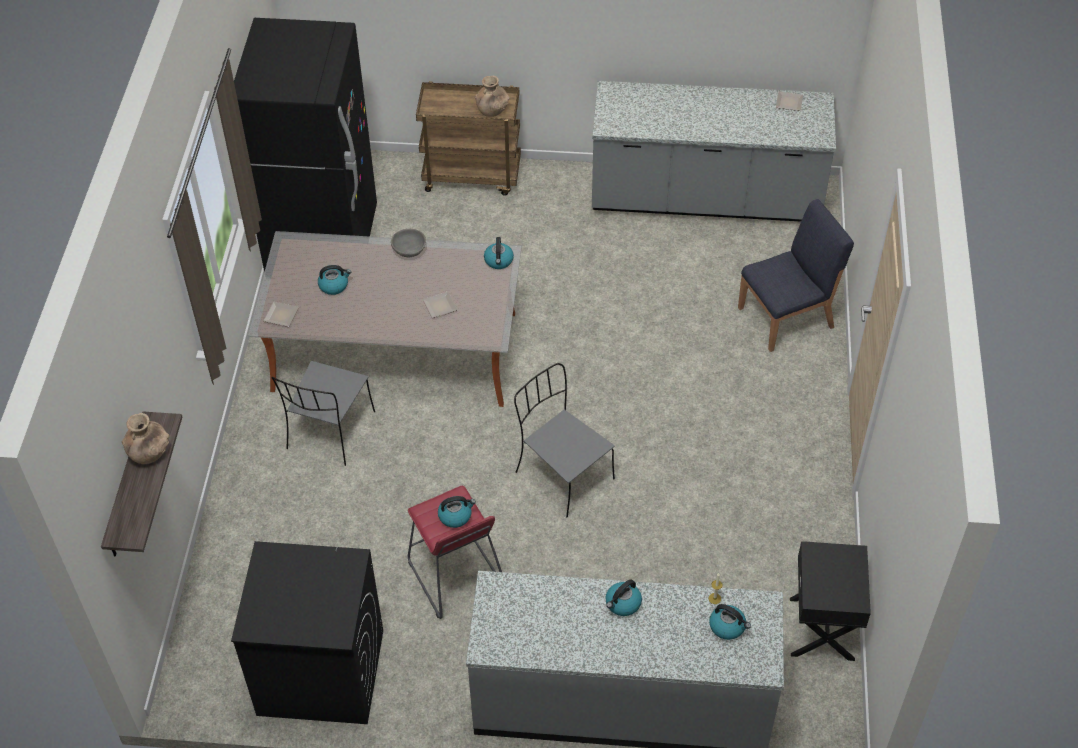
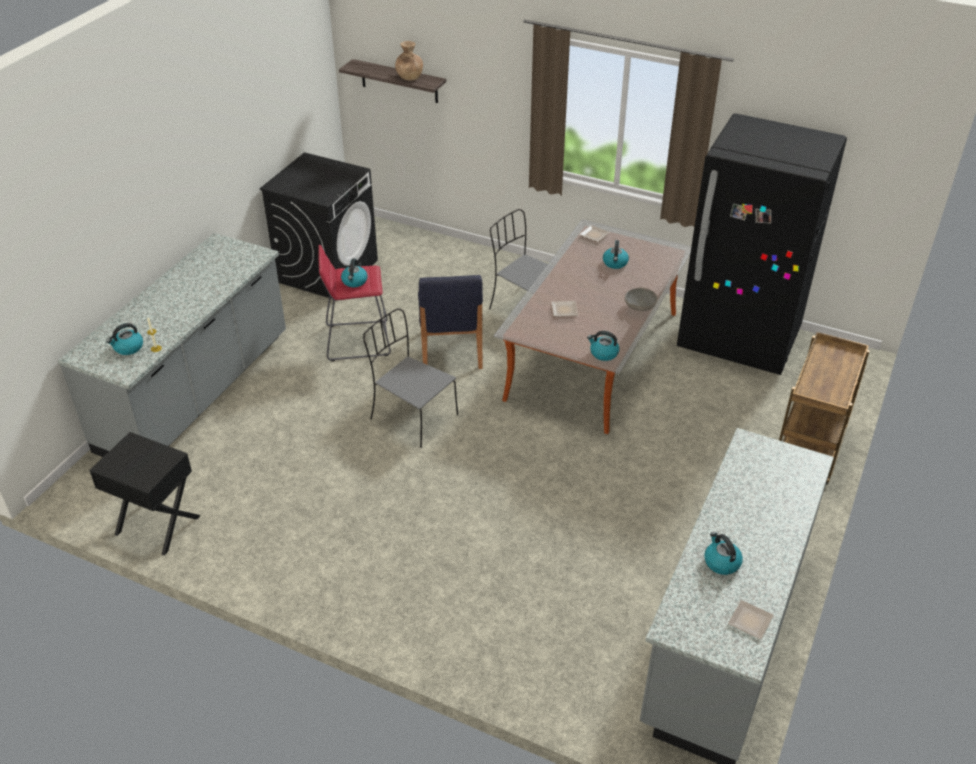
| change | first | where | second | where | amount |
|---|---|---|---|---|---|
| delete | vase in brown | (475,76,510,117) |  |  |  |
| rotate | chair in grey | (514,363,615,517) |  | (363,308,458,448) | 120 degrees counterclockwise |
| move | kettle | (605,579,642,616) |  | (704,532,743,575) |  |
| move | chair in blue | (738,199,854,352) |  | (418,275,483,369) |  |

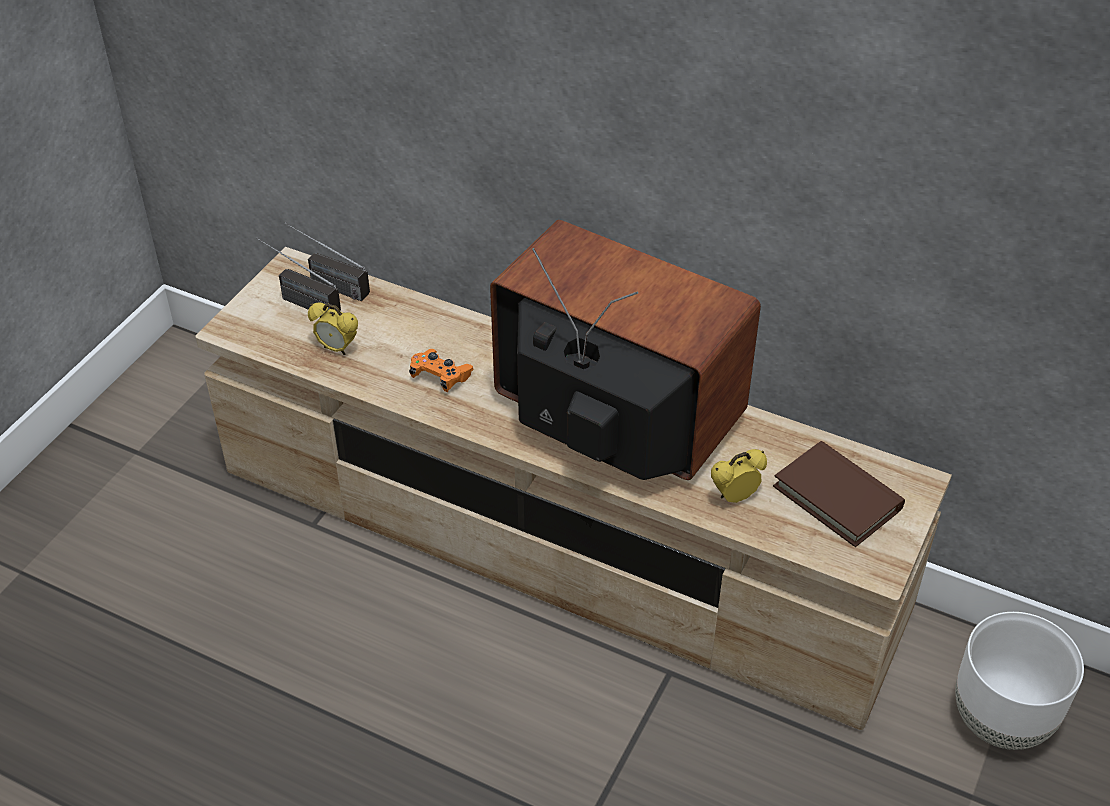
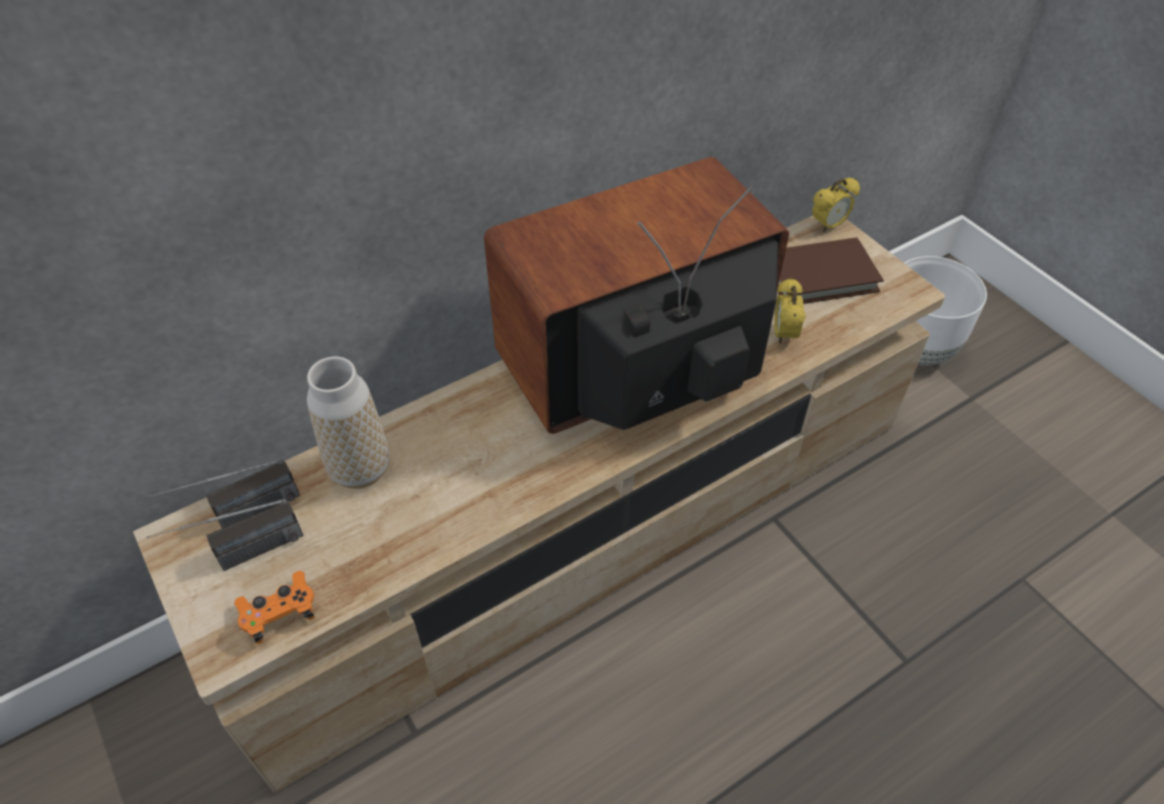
| change | first | where | second | where | amount |
|---|---|---|---|---|---|
| move | alarm clock | (308,303,358,355) |  | (812,178,860,232) |  |
| move | game controller in orange | (409,349,474,392) |  | (234,571,315,644) |  |
| insert |  |  | vase | (307,356,389,489) |  |

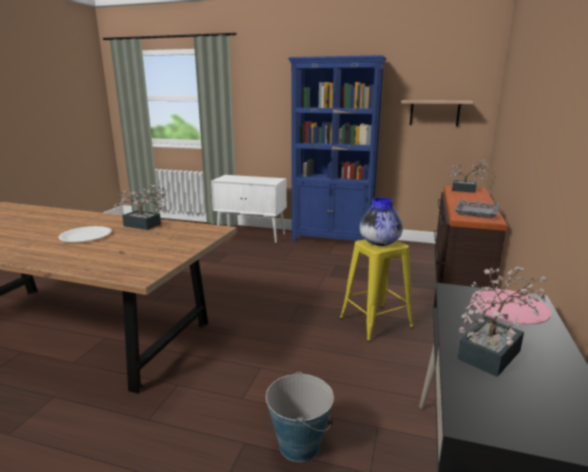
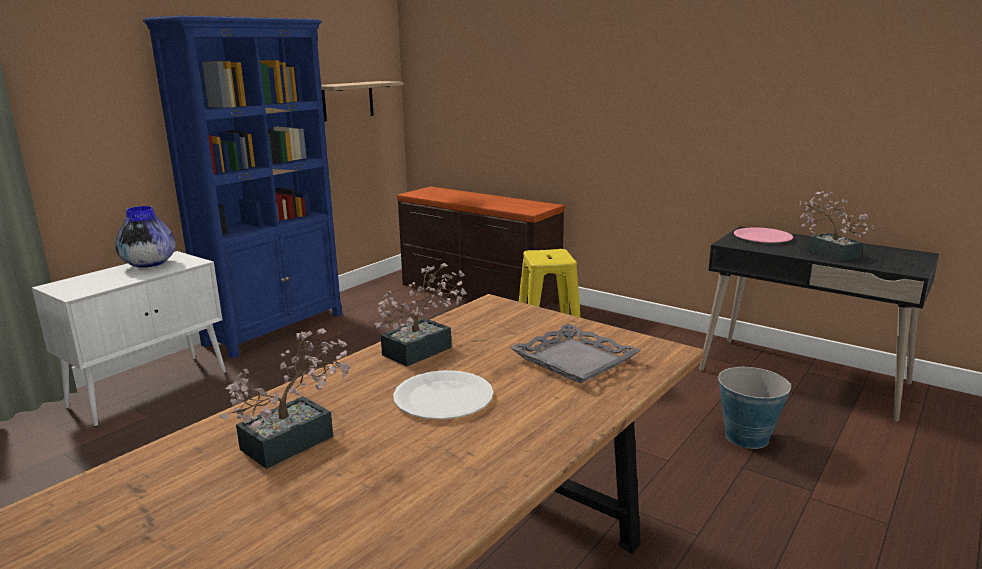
| change | first | where | second | where | amount |
|---|---|---|---|---|---|
| move | vase | (359,197,403,246) |  | (115,206,176,268) |  |
| move | potted plant | (447,160,489,193) |  | (220,328,352,469) |  |
| move | tray in grey | (454,200,500,218) |  | (510,323,641,383) |  |

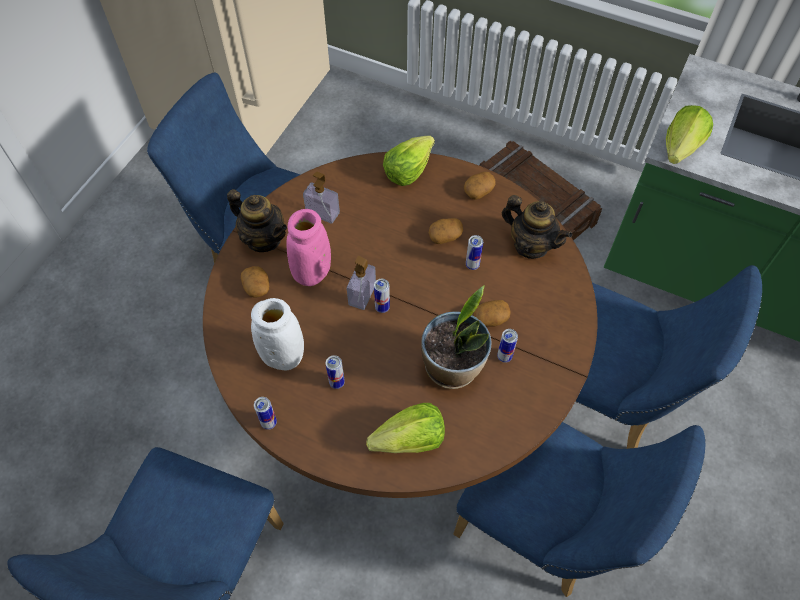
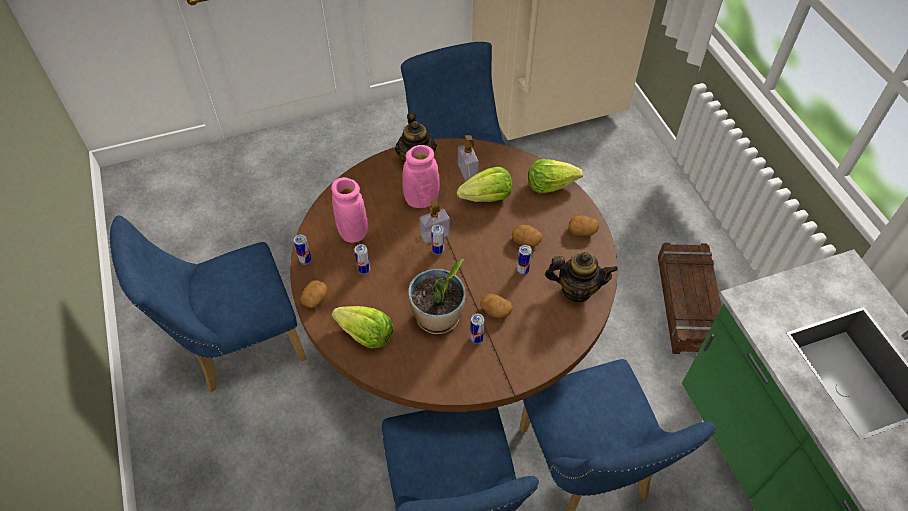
| change | first | where | second | where | amount |
|---|---|---|---|---|---|
| move | potato | (241,266,269,298) |  | (301,280,328,308) |  |
| recolor | vase in white | (251,298,304,371) | vase in pink | (331,177,368,243) |  |
| rotate | teapot | (502,195,573,259) |  | (545,252,618,302) | 75 degrees counterclockwise |
| move | lettuce | (666,105,713,164) |  | (457,167,512,202) |  |

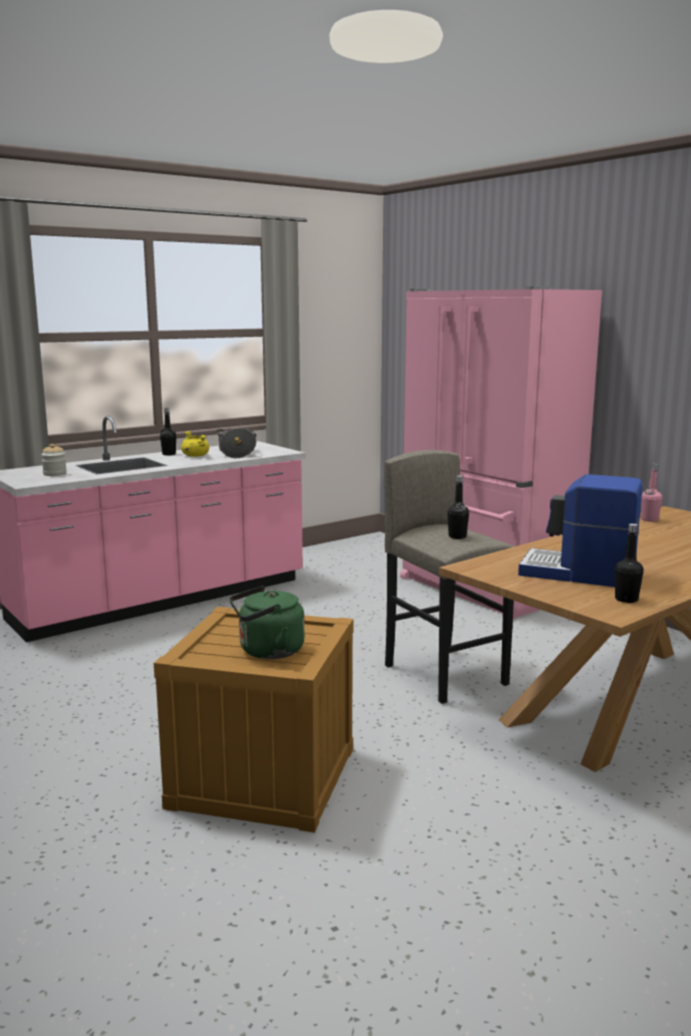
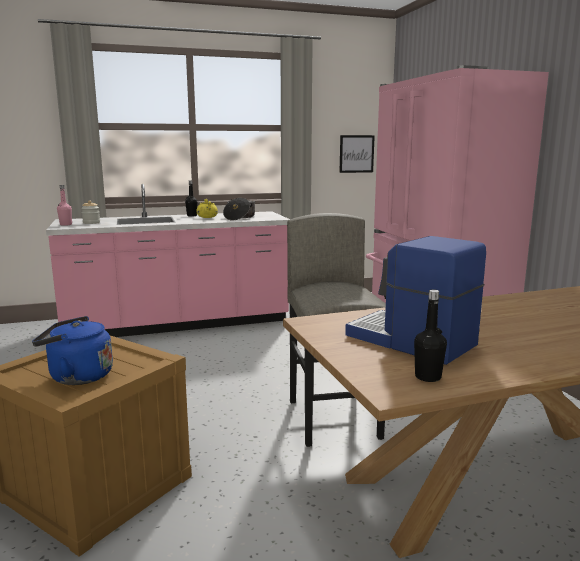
| change | first | where | second | where | amount |
|---|---|---|---|---|---|
| recolor | kettle in green | (230,586,305,659) | kettle in blue | (32,316,113,385) |  |
| delete | bottle in black | (447,475,469,539) |  |  |  |
| move | bottle in pink | (641,464,662,522) |  | (57,185,72,226) |  |
| insert |  |  | picture | (339,135,375,173) |  |

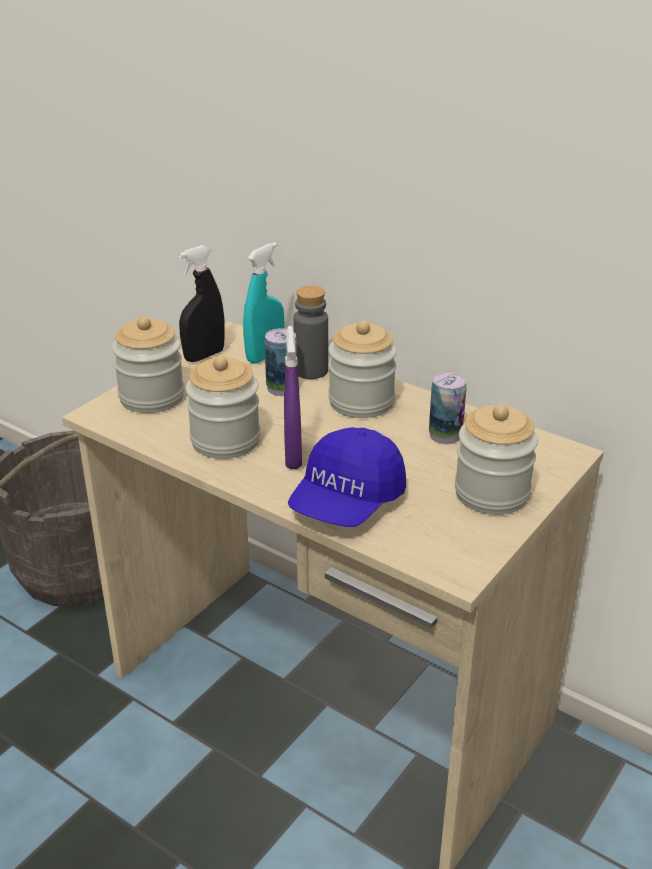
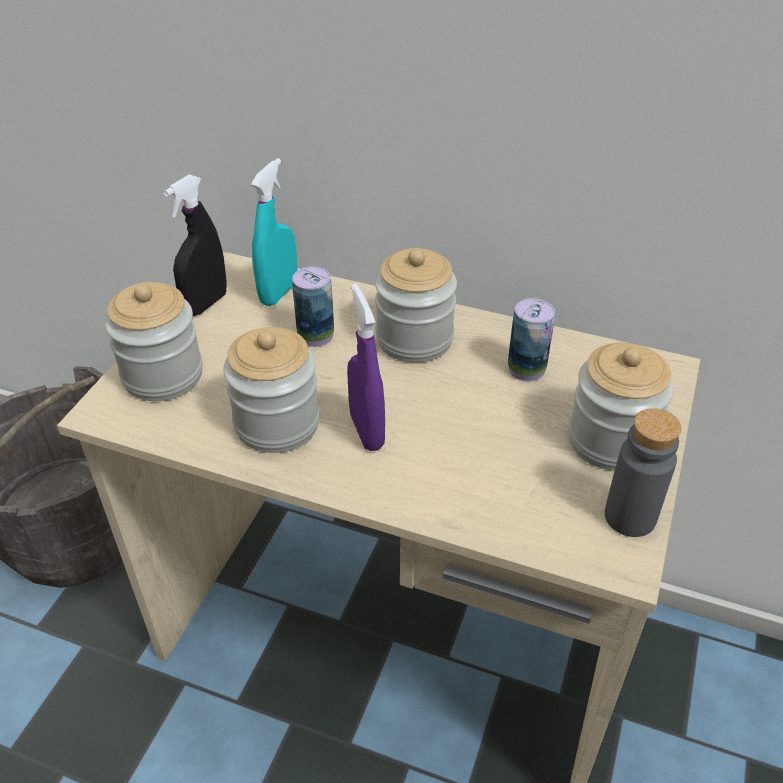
| change | first | where | second | where | amount |
|---|---|---|---|---|---|
| delete | cap in blue | (288,427,406,527) |  |  |  |
| move | bottle in grey | (293,286,328,379) |  | (605,408,682,537) |  |

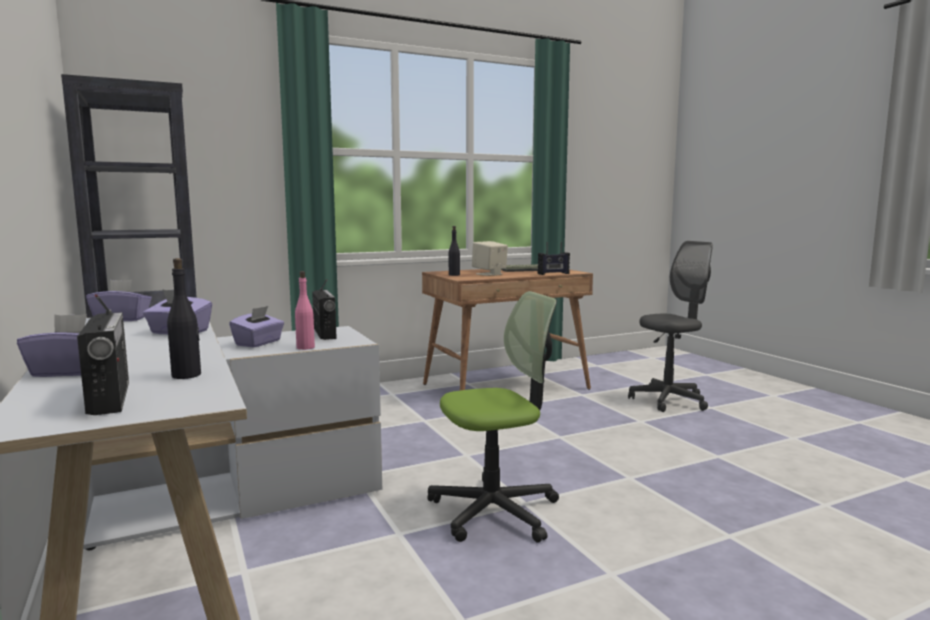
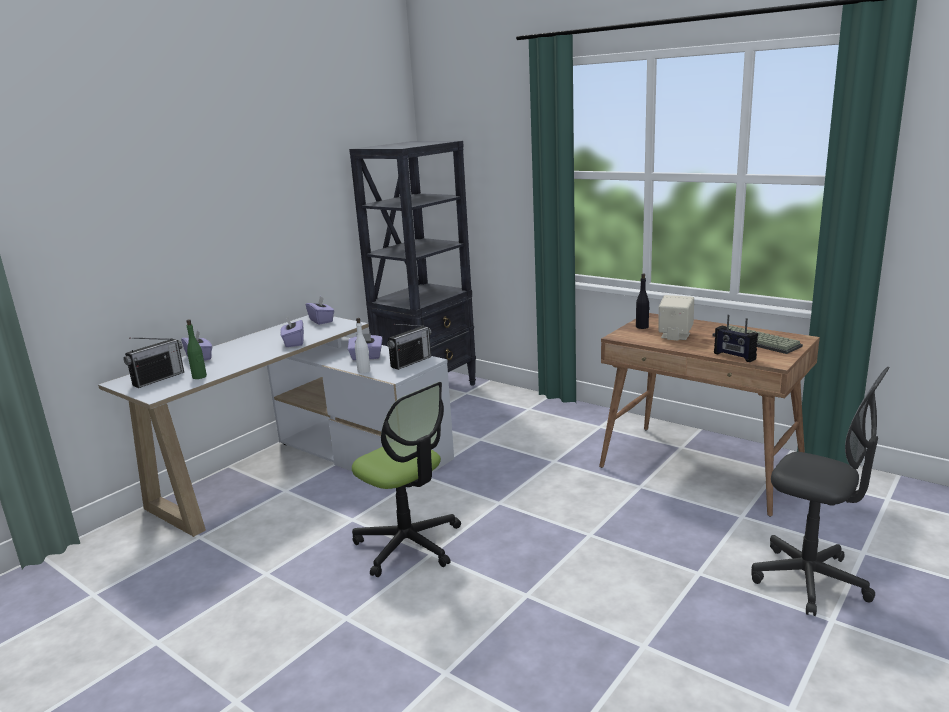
| change | first | where | second | where | amount |
|---|---|---|---|---|---|
| recolor | bottle in black | (167,258,201,379) | bottle in green | (186,319,207,379) |  |
| recolor | bottle in pink | (295,271,315,350) | bottle in white | (355,318,370,373) |  |

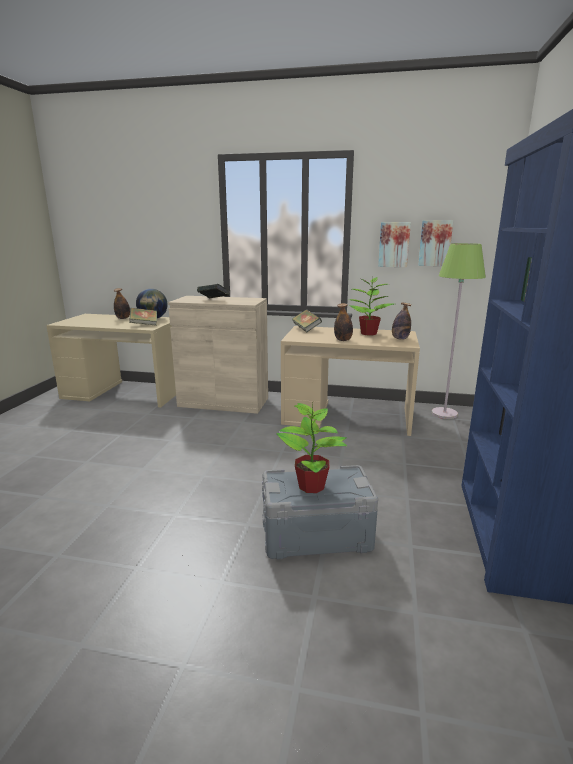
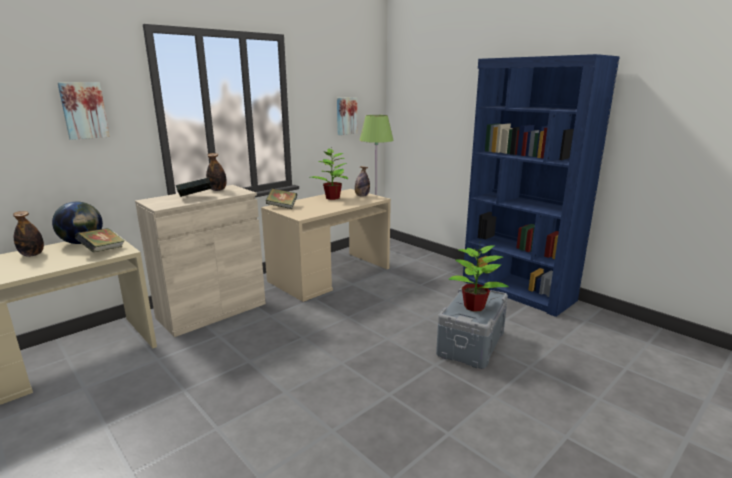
| change | first | where | second | where | amount |
|---|---|---|---|---|---|
| move | bottle | (334,303,353,341) |  | (206,153,227,191) |  |
| move | picture | (378,222,411,267) |  | (57,82,110,140) |  |

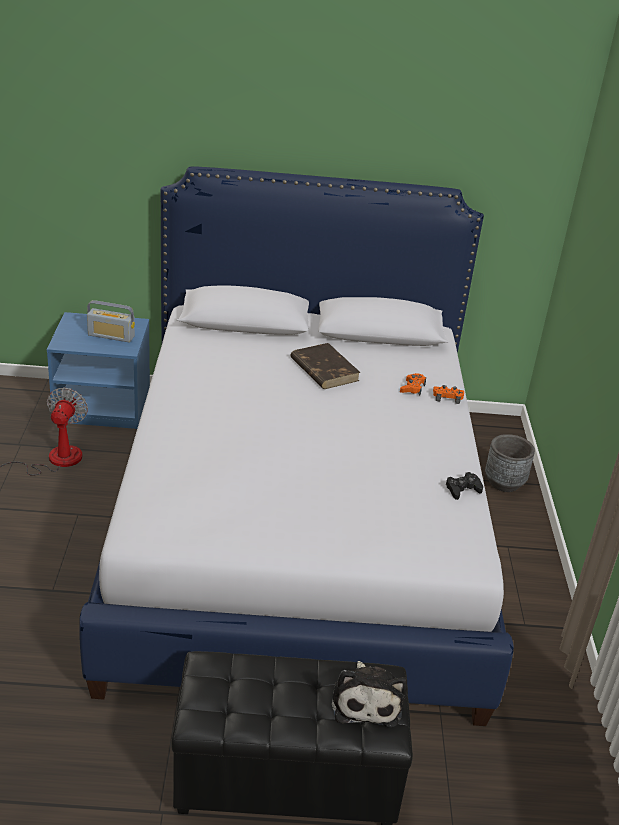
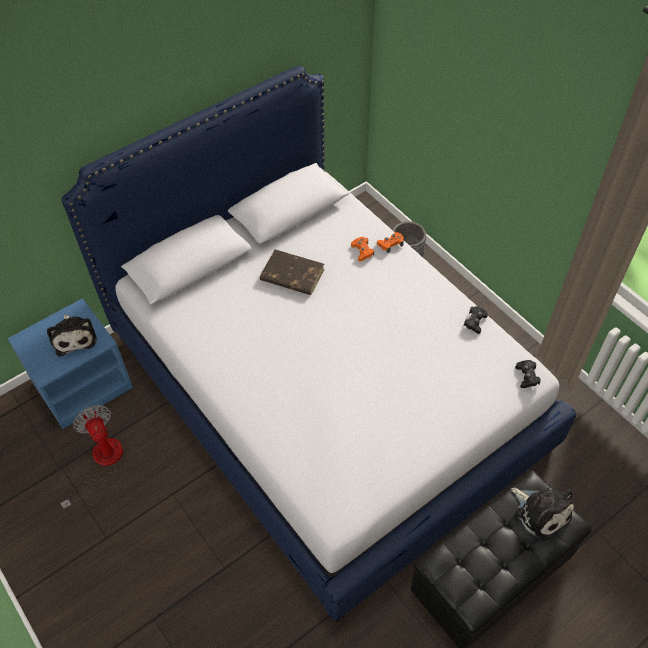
| change | first | where | second | where | amount |
|---|---|---|---|---|---|
| replace | radio | (87,300,135,342) | plush toy | (47,315,97,357) |  |
| insert |  |  | game controller in black | (515,360,541,388) |  |

